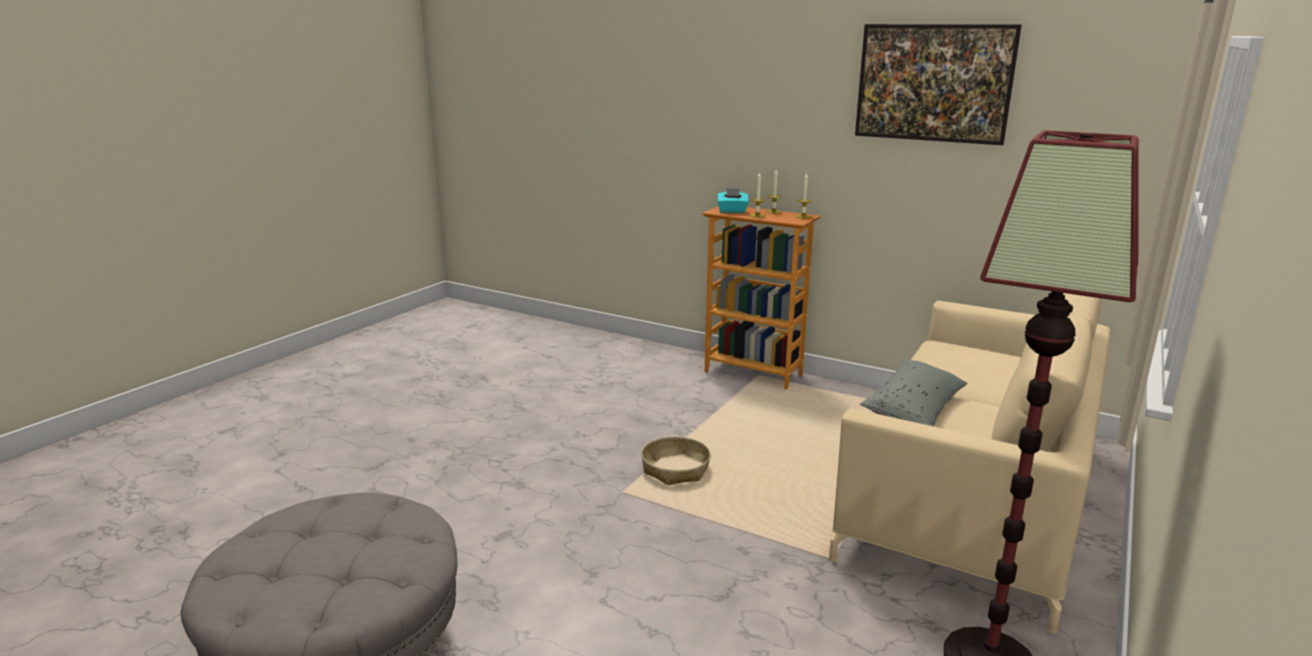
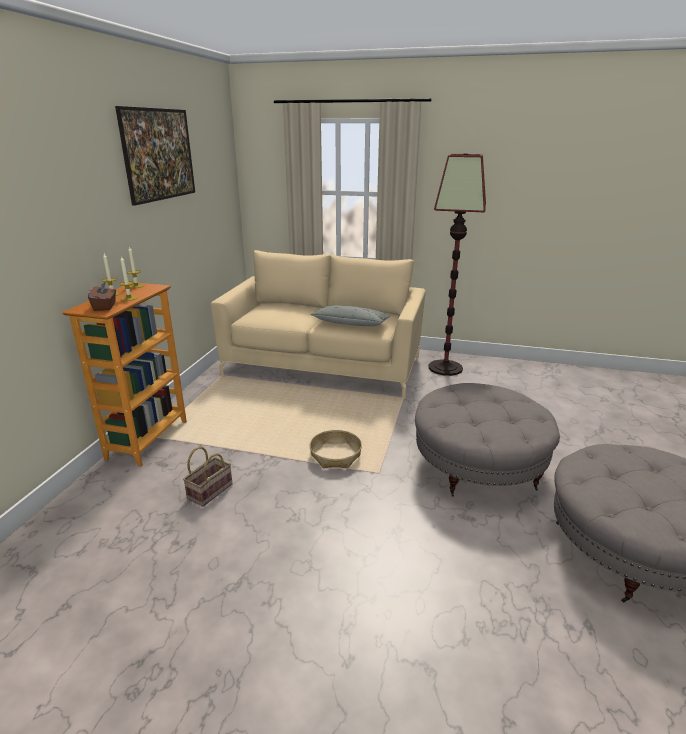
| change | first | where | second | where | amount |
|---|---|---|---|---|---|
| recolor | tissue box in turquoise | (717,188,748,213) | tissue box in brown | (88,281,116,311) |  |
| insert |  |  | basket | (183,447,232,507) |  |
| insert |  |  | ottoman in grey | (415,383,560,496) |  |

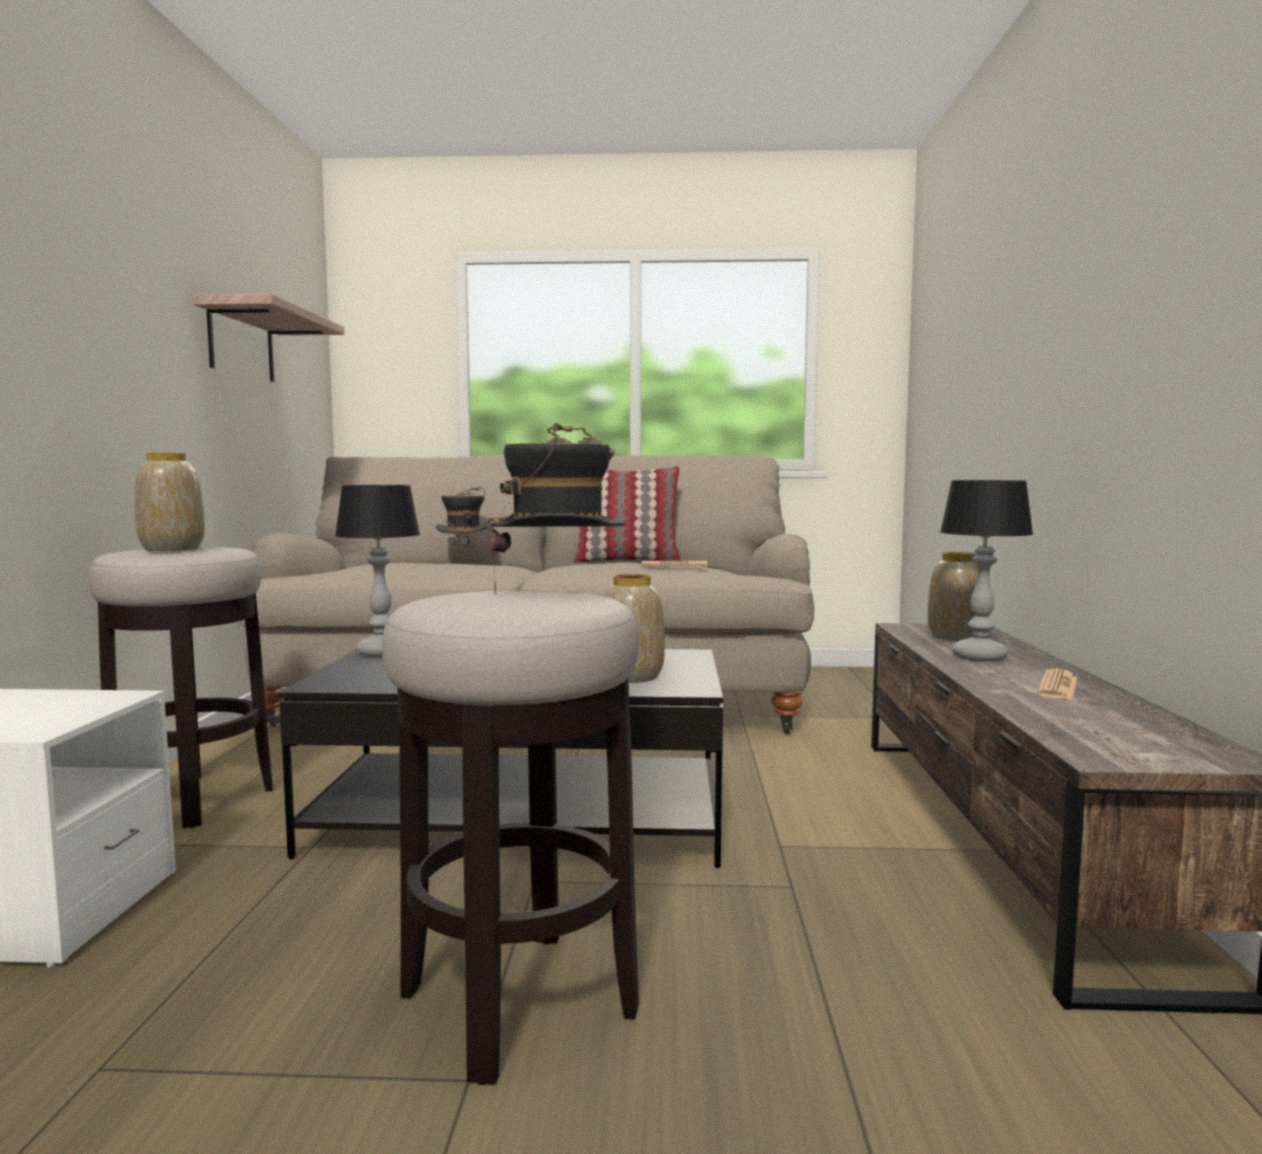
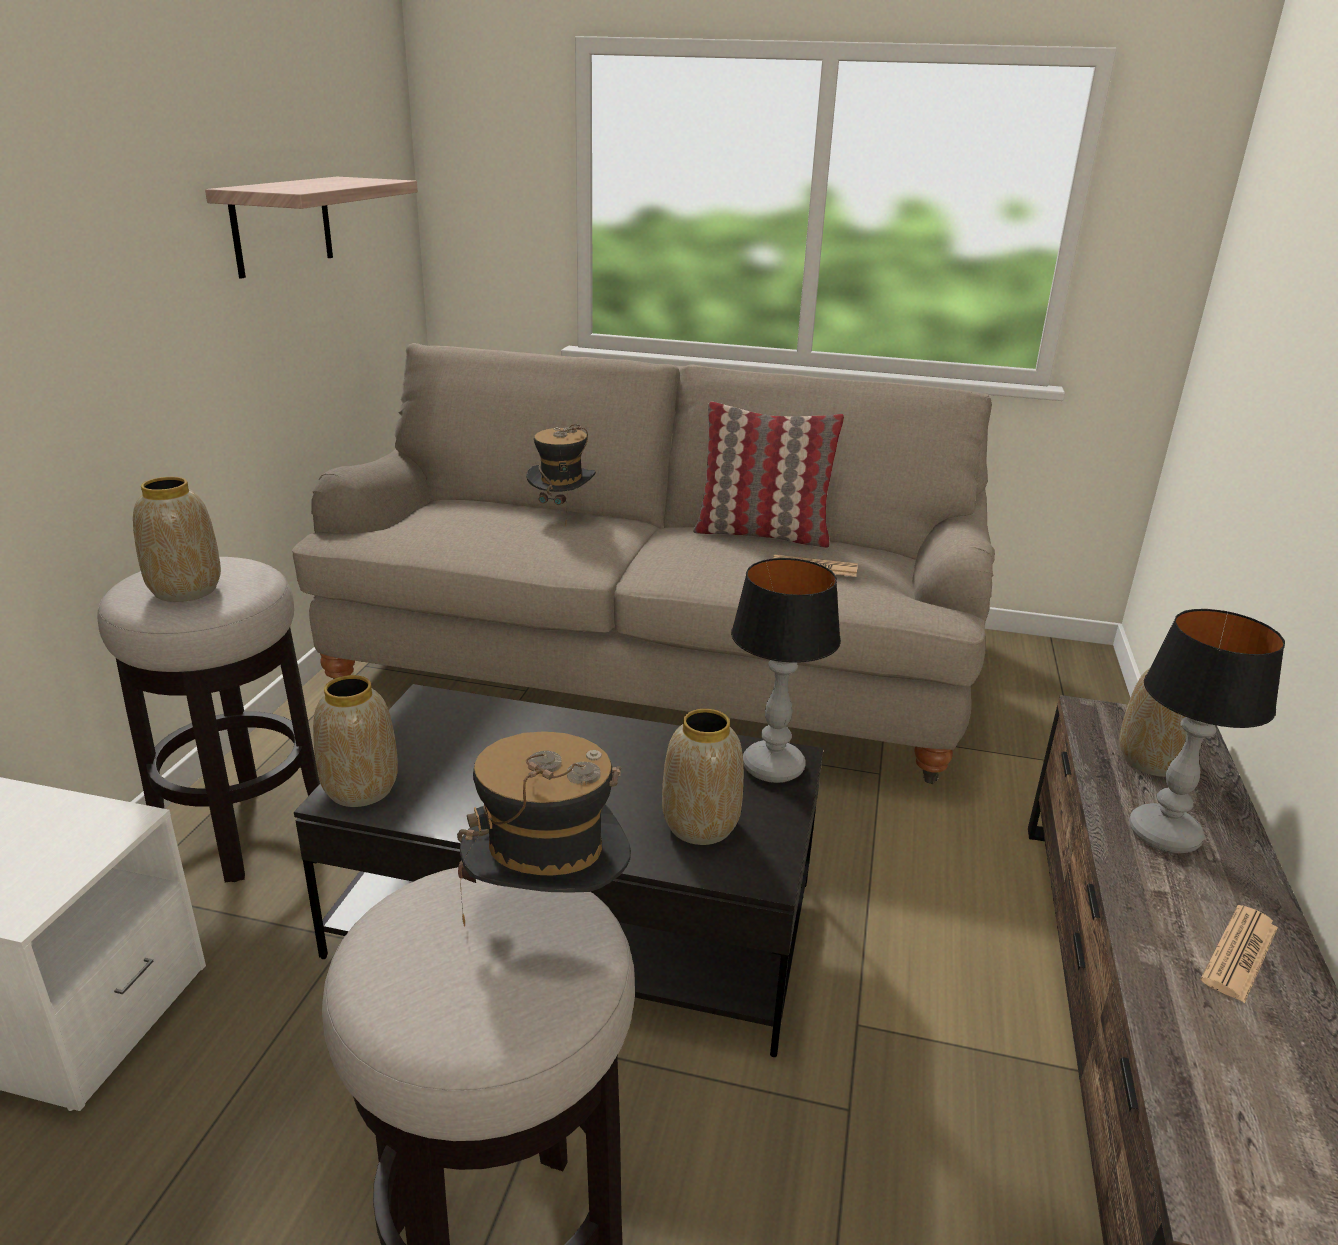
| change | first | where | second | where | amount |
|---|---|---|---|---|---|
| move | table lamp | (335,485,420,657) |  | (731,558,841,783) |  |
| insert |  |  | vase | (313,675,398,807) |  |

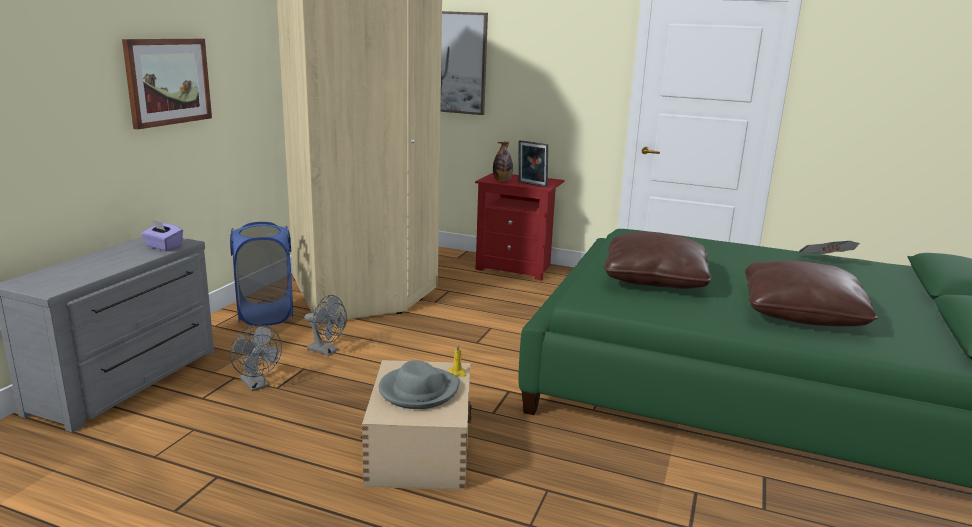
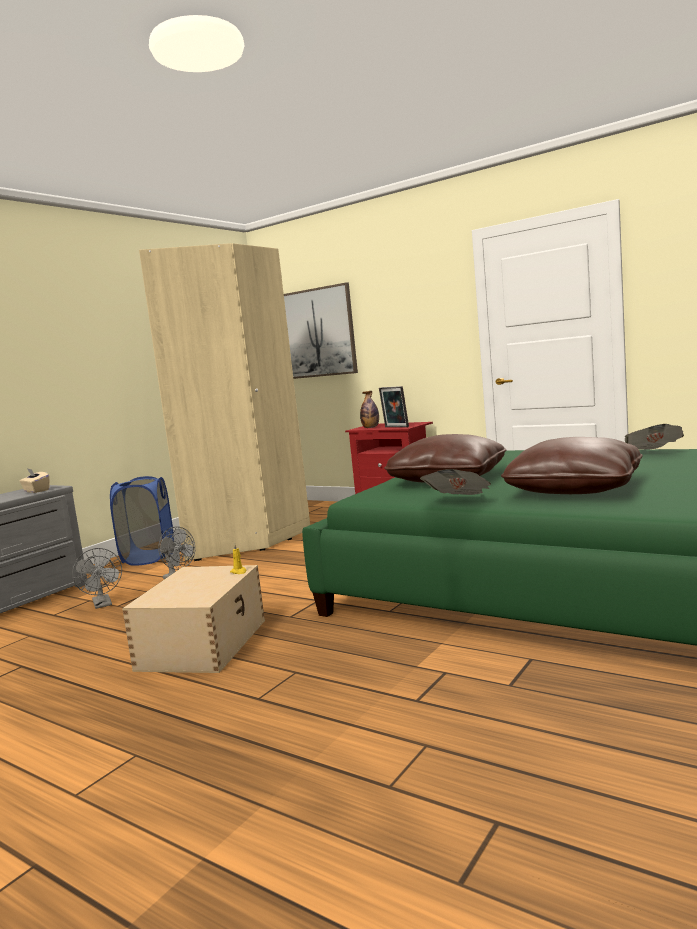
| change | first | where | second | where | amount |
|---|---|---|---|---|---|
| delete | picture | (122,39,212,129) |  |  |  |
| recolor | tissue box in purple | (141,219,183,251) | tissue box in beige | (19,469,50,493) |  |
| delete | hat in grey | (378,360,460,409) |  |  |  |
| insert |  |  | newspaper | (420,469,491,495) |  |

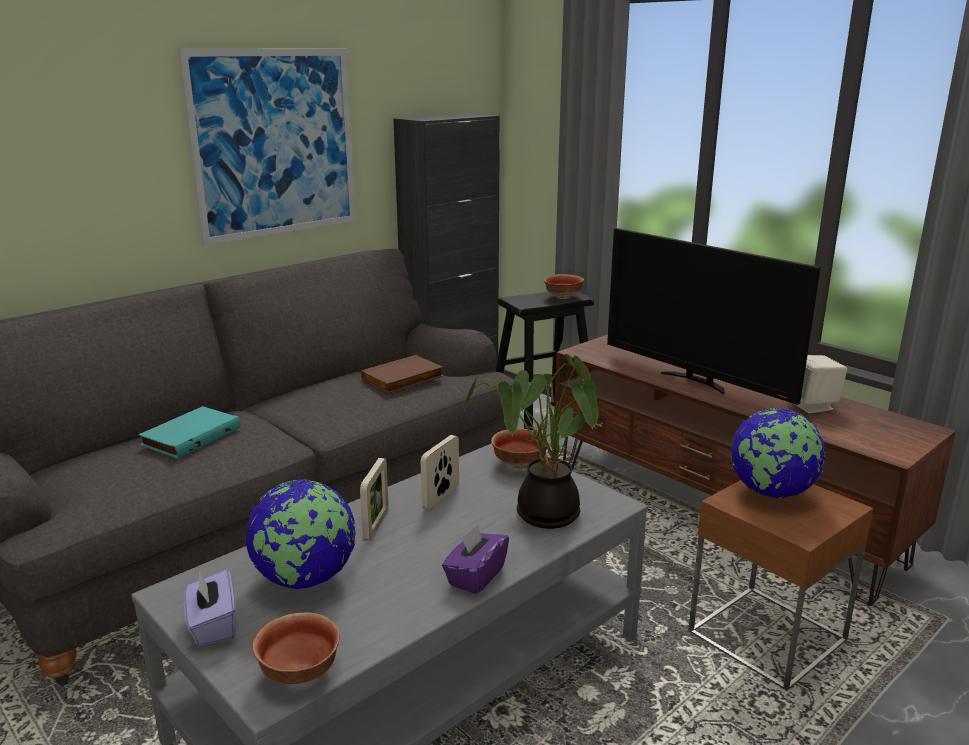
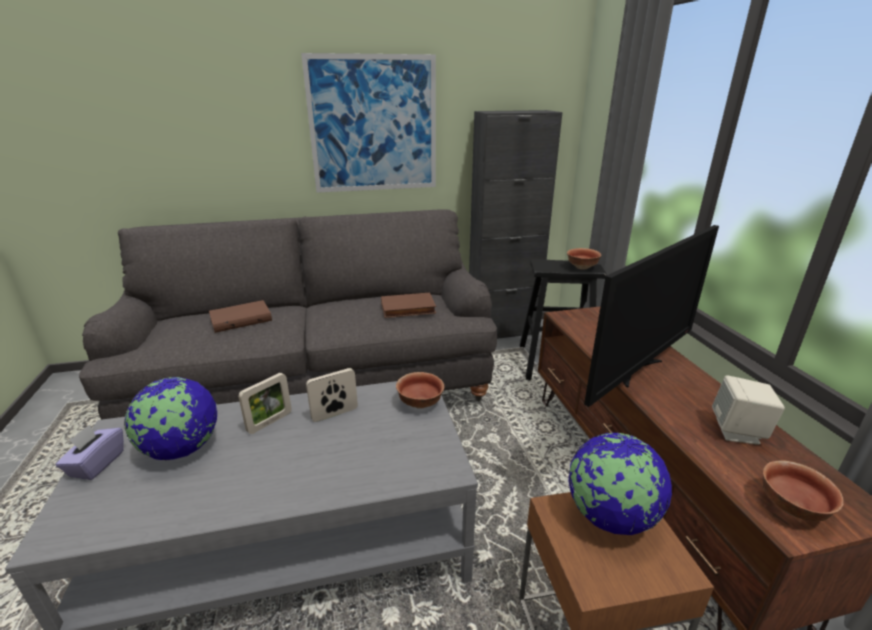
| change | first | where | second | where | amount |
|---|---|---|---|---|---|
| recolor | book in turquoise | (139,406,241,459) | book in brown | (209,300,272,333) |  |
| move | bowl | (252,612,340,684) |  | (763,461,844,521) |  |
| delete | tissue box in purple | (442,524,509,594) |  |  |  |
| delete | potted plant | (465,354,598,529) |  |  |  |
| rotate | television | (607,228,821,405) |  | (584,225,719,407) | 120 degrees counterclockwise |

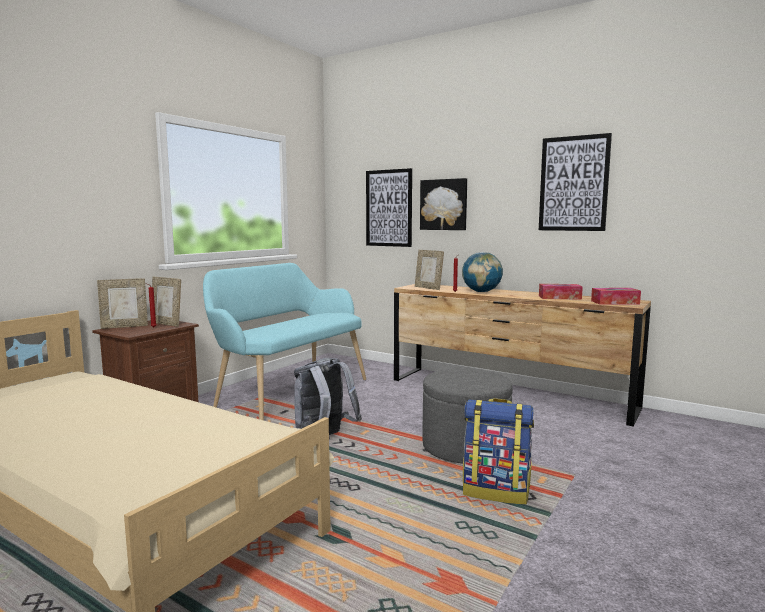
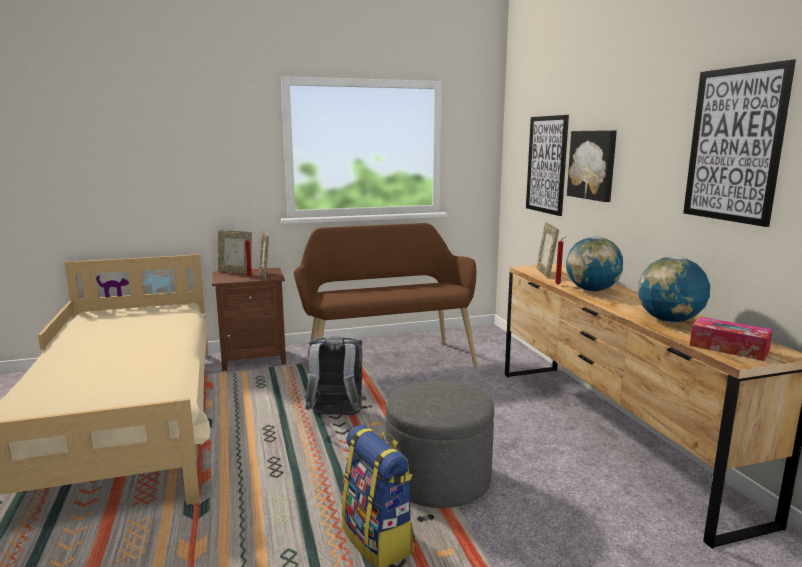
| change | first | where | second | where | amount |
|---|---|---|---|---|---|
| recolor | bench in turquoise | (203,263,366,420) | bench in brown | (294,223,477,366) |  |
| replace | tissue box | (539,284,583,300) | globe | (638,257,710,322) |  |

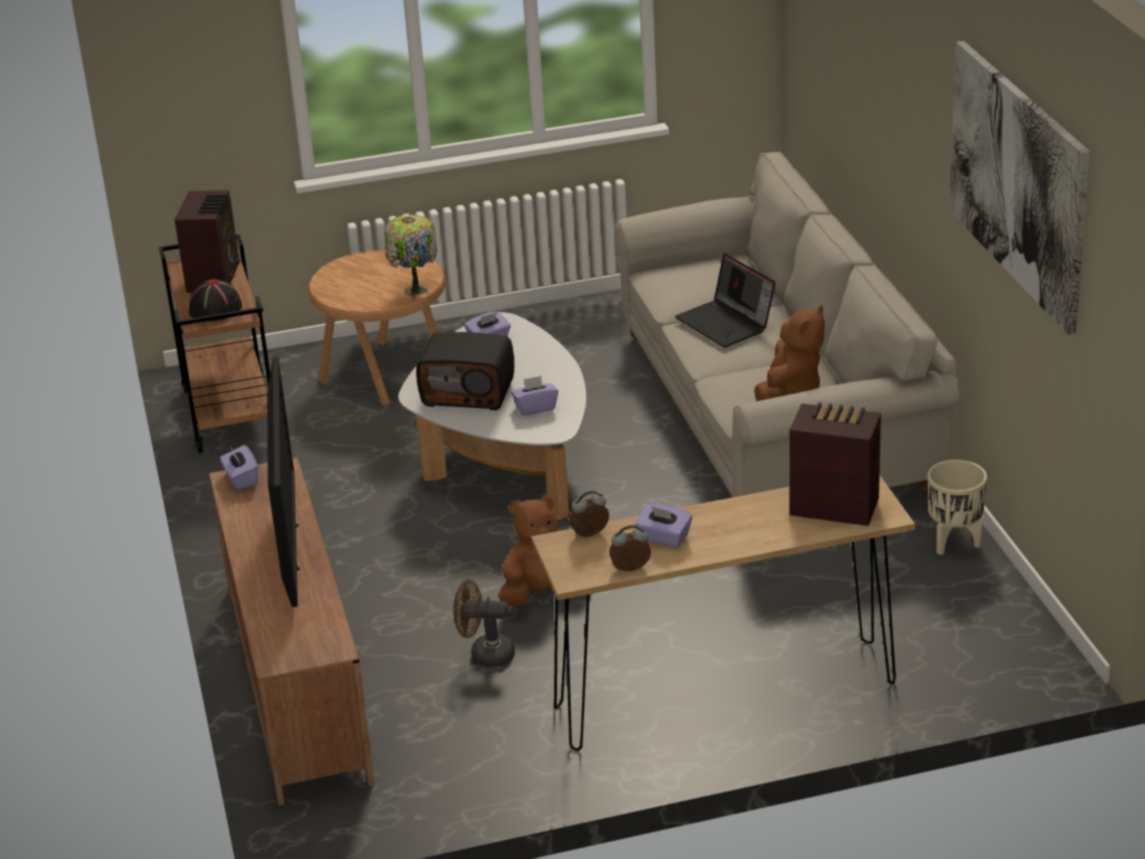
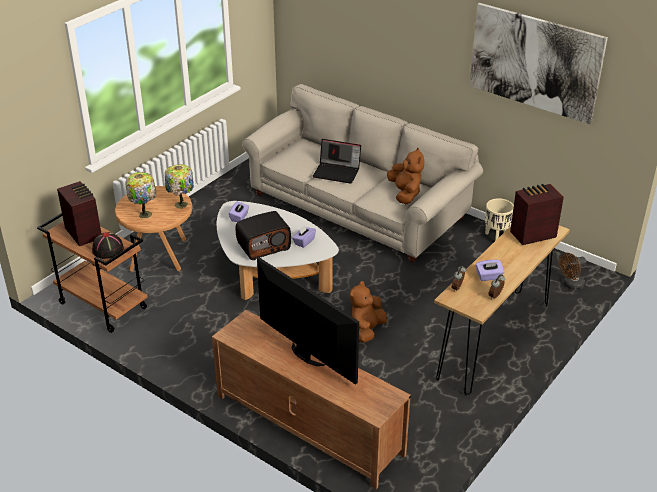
| change | first | where | second | where | amount |
|---|---|---|---|---|---|
| delete | tissue box in purple | (220,445,259,490) |  |  |  |
| move | fan in brown | (453,580,515,667) |  | (559,253,586,290) |  |
| insert |  |  | table lamp | (125,172,156,218) |  |

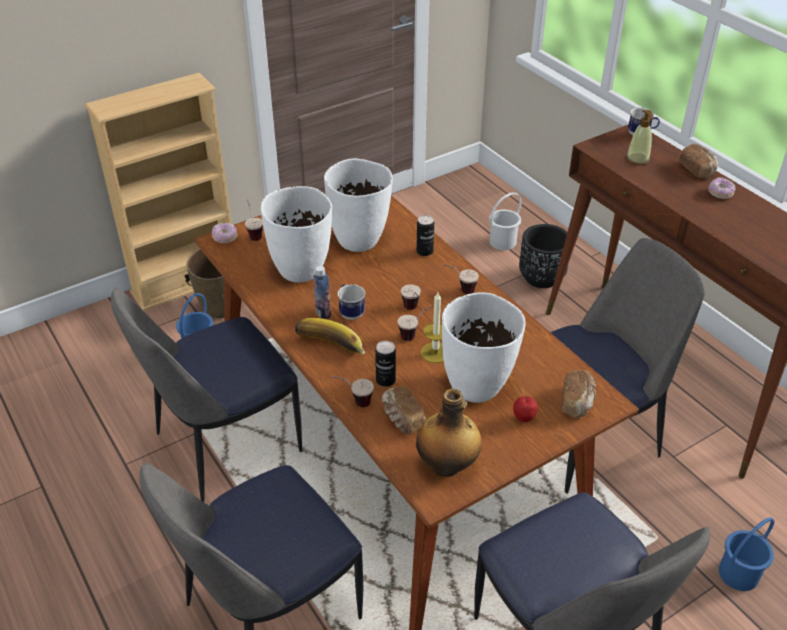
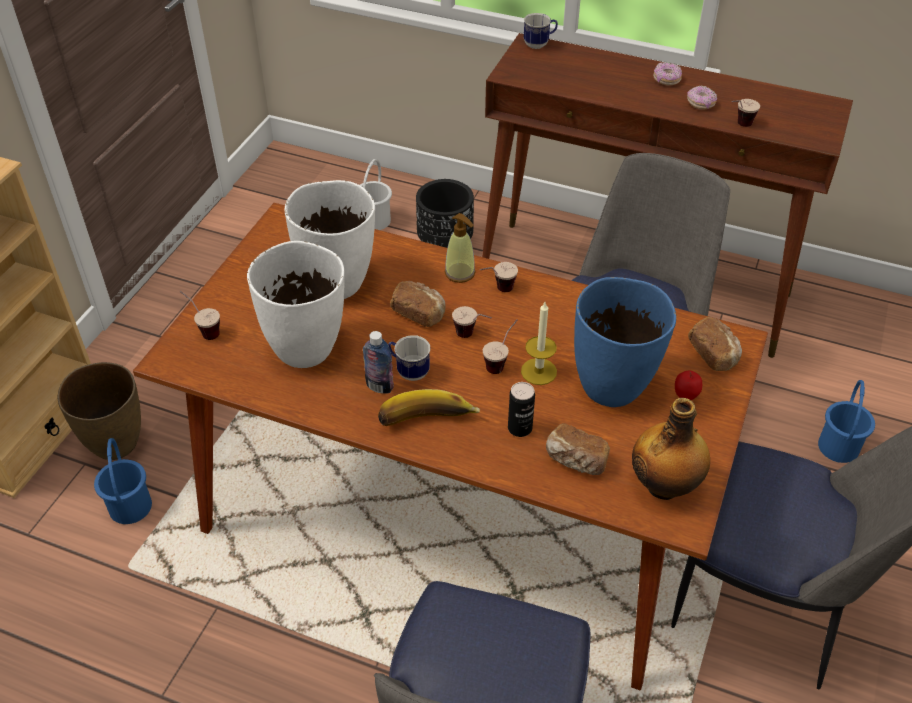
| change | first | where | second | where | amount |
|---|---|---|---|---|---|
| delete | chair | (111,287,302,502) |  |  |  |
| move | donut | (212,223,237,243) |  | (687,86,717,110) |  |
| move | cup | (332,376,374,407) |  | (731,99,760,127) |  |
| delete | can | (416,215,434,256) |  |  |  |
| recolor | vase in white | (442,292,525,403) | vase in blue | (574,277,676,407) |  |
| move | soap dispenser | (626,110,653,165) |  | (444,213,476,283) |  |
| move | bread | (679,144,718,178) |  | (390,281,446,327) |  |

